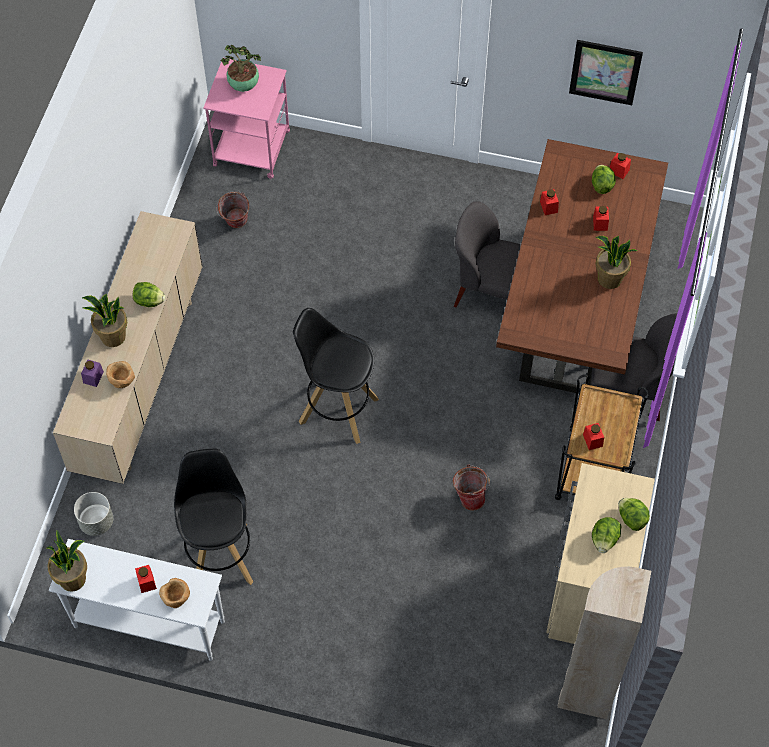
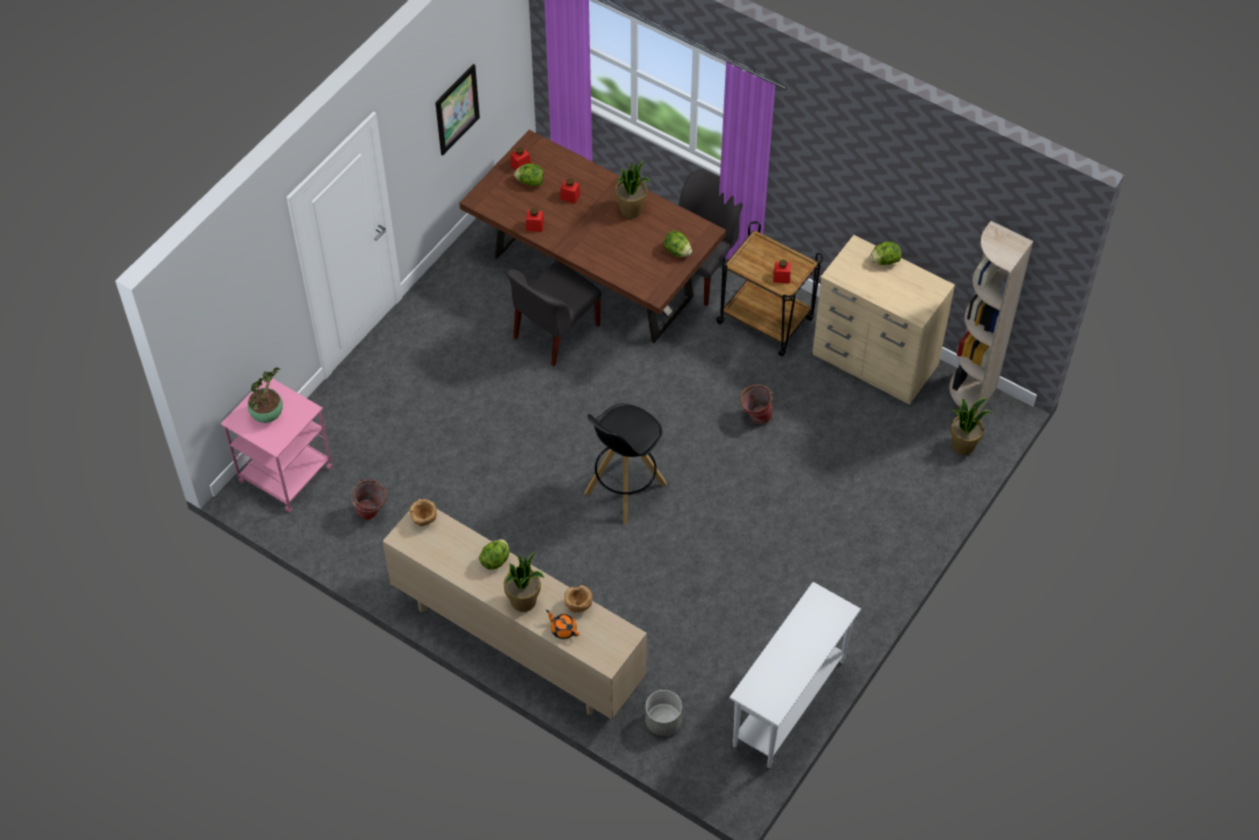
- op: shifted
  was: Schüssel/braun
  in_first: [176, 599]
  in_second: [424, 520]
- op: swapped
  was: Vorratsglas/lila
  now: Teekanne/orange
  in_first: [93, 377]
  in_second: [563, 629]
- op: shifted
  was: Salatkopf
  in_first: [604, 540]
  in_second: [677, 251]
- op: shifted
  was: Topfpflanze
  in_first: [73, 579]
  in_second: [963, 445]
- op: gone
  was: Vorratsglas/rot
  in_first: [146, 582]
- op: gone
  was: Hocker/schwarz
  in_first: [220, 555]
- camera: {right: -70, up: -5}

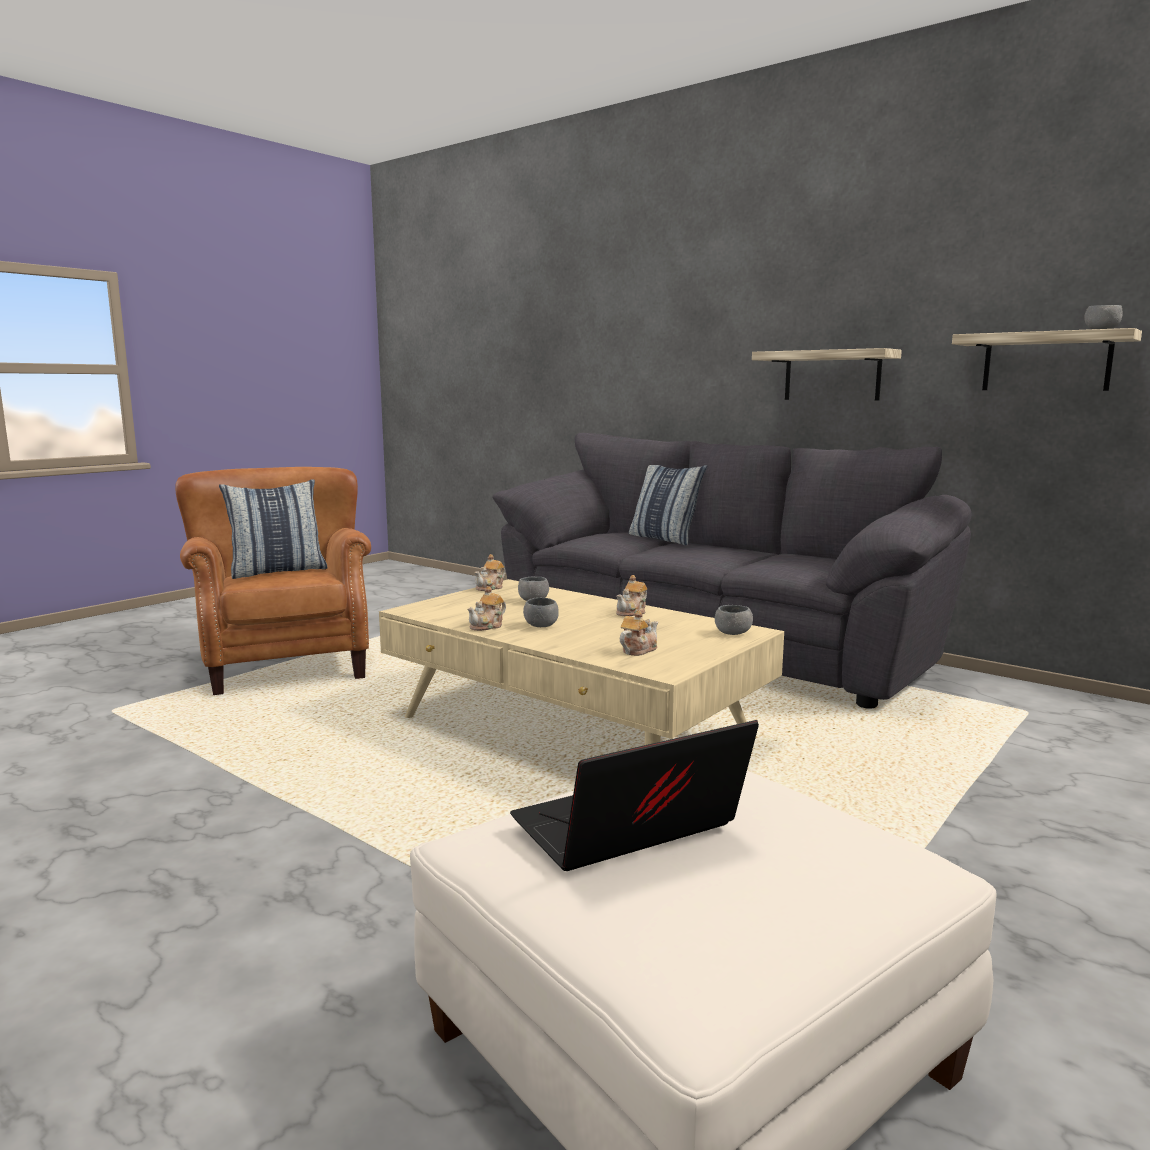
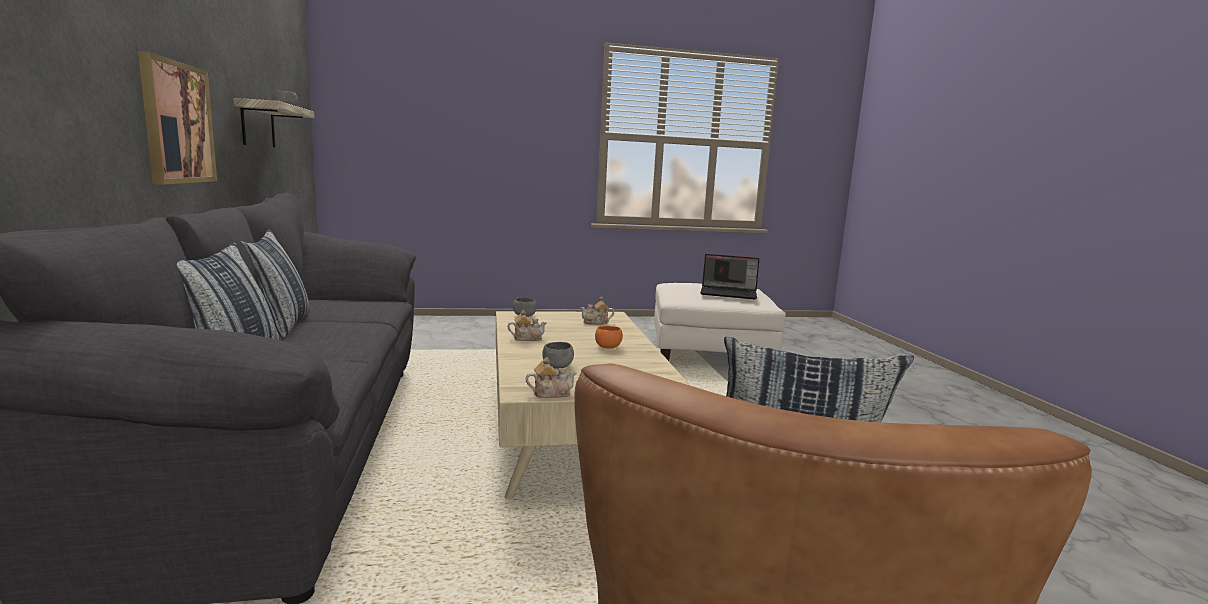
- op: swapped
  was: Wandregal
  now: Bild
  in_first: [832, 375]
  in_second: [177, 123]
- op: new
  now: Kissen
  in_second: [281, 325]
- op: repainted
  was: Schüssel/grau
  now: Schüssel/orange
  in_first: [541, 626]
  in_second: [608, 347]
- op: gone
  was: Teekanne
  in_first: [487, 626]
- camera: {right: -140, up: 0}

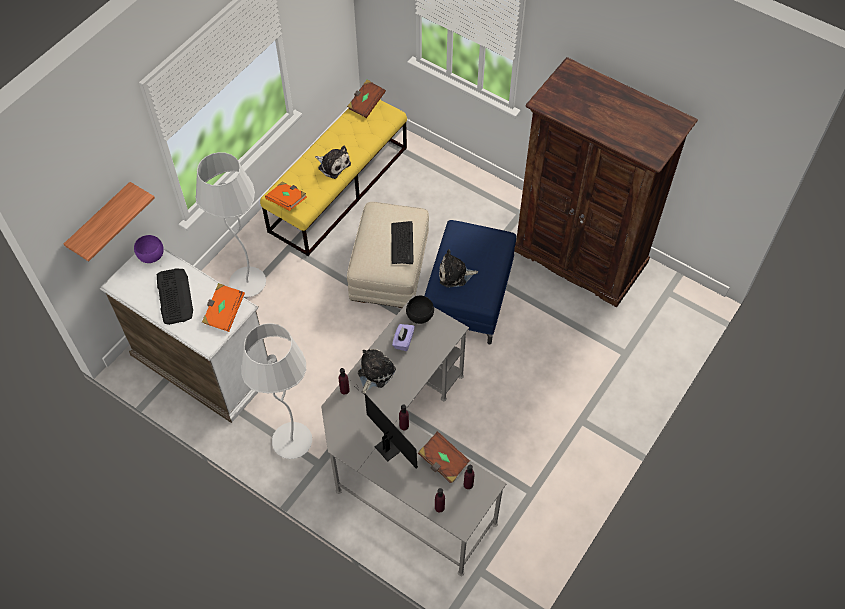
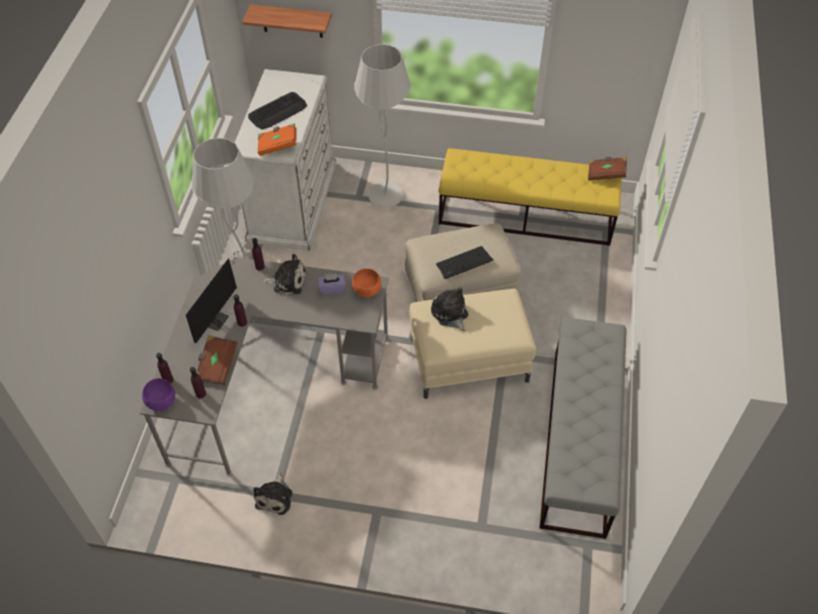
- op: shifted
  was: Schüssel/lila
  in_first: [151, 256]
  in_second: [161, 402]
- op: shifted
  was: Plüschtier
  in_first: [333, 165]
  in_second: [275, 497]
- op: repainted
  was: Schüssel/schwarz
  now: Schüssel/orange
  in_first: [420, 316]
  in_second: [367, 291]
- op: repainted
  was: Polsterhocker/blau
  now: Polsterhocker/beige
  in_first: [469, 297]
  in_second: [468, 360]
- op: swapped
  was: Kleiderschrank/braun
  now: Bank/grau
  in_first: [579, 256]
  in_second: [579, 440]
- op: gone
  was: Buch/orange
  in_first: [287, 200]
- camera: {right: 65, up: -5}

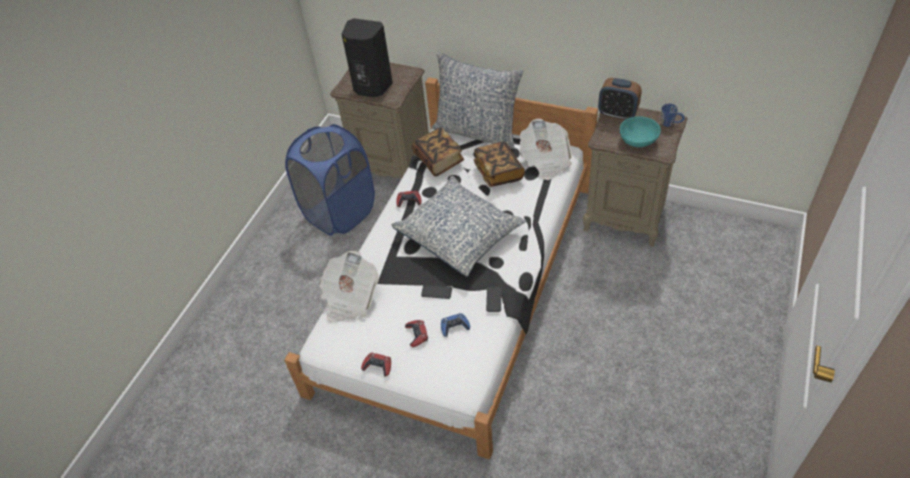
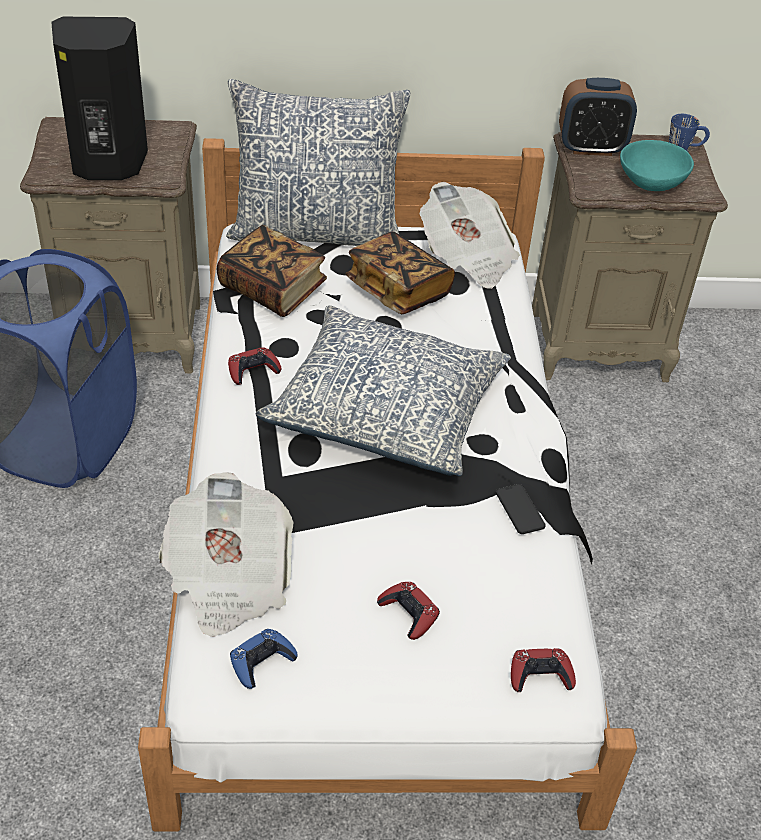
- op: shifted
  was: Gamepad/blau
  in_first: [454, 326]
  in_second: [261, 662]
- op: shifted
  was: Gamepad/rot
  in_first: [378, 366]
  in_second: [540, 675]
- op: gone
  was: Handy
  in_first: [436, 292]
- camera: {right: -30, up: -5}

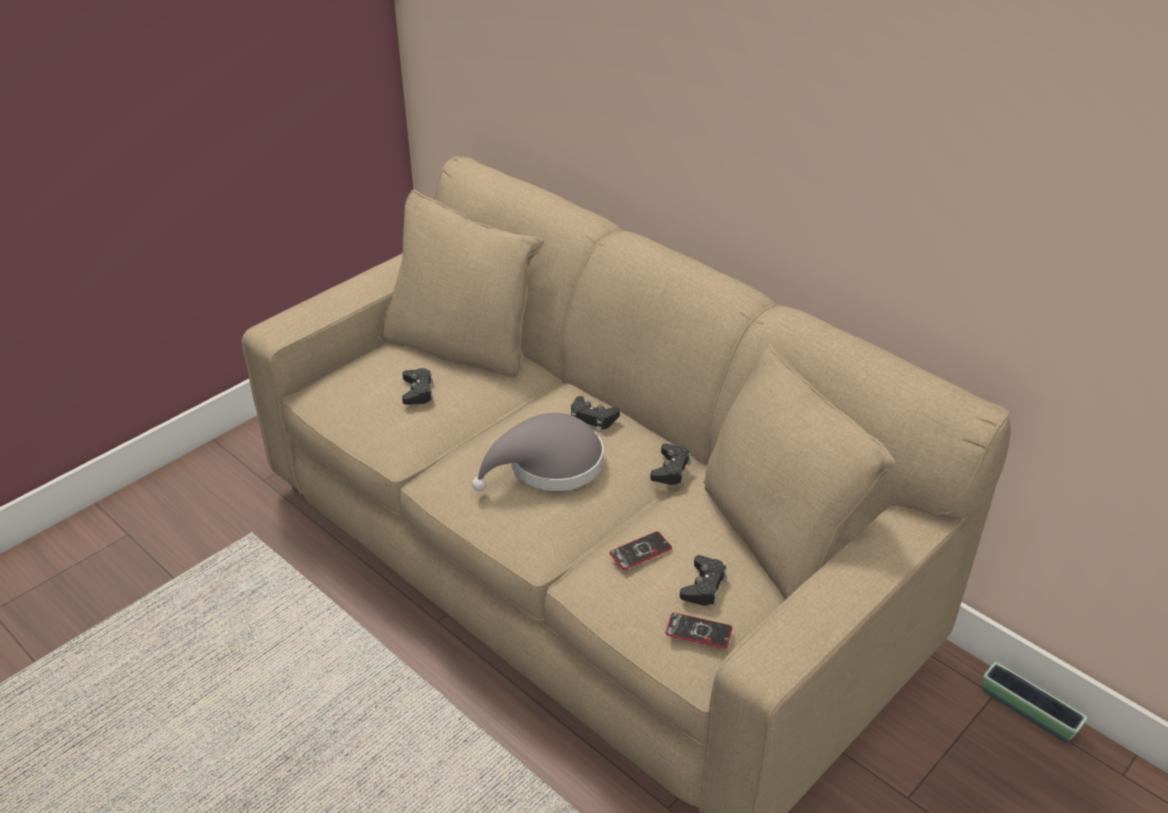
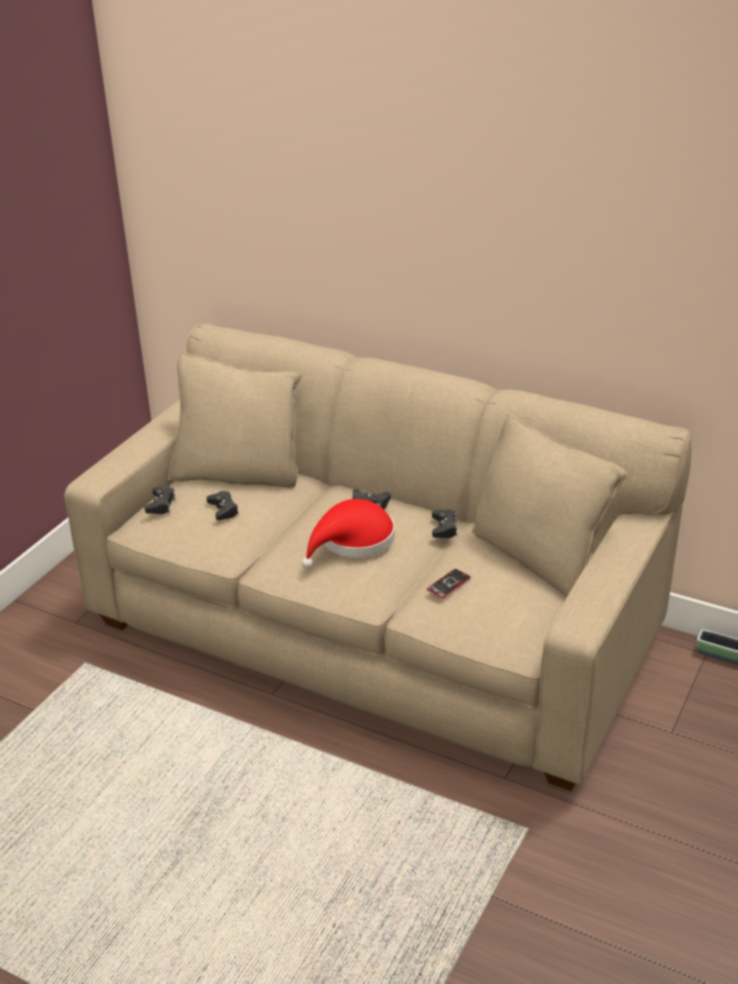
- op: shifted
  was: Gamepad/schwarz
  in_first: [704, 586]
  in_second: [161, 504]
- op: repainted
  was: Hut/grau
  now: Hut/rot
  in_first: [548, 466]
  in_second: [353, 542]
- op: gone
  was: Handy
  in_first: [698, 631]
- camera: {right: -15, up: -5}

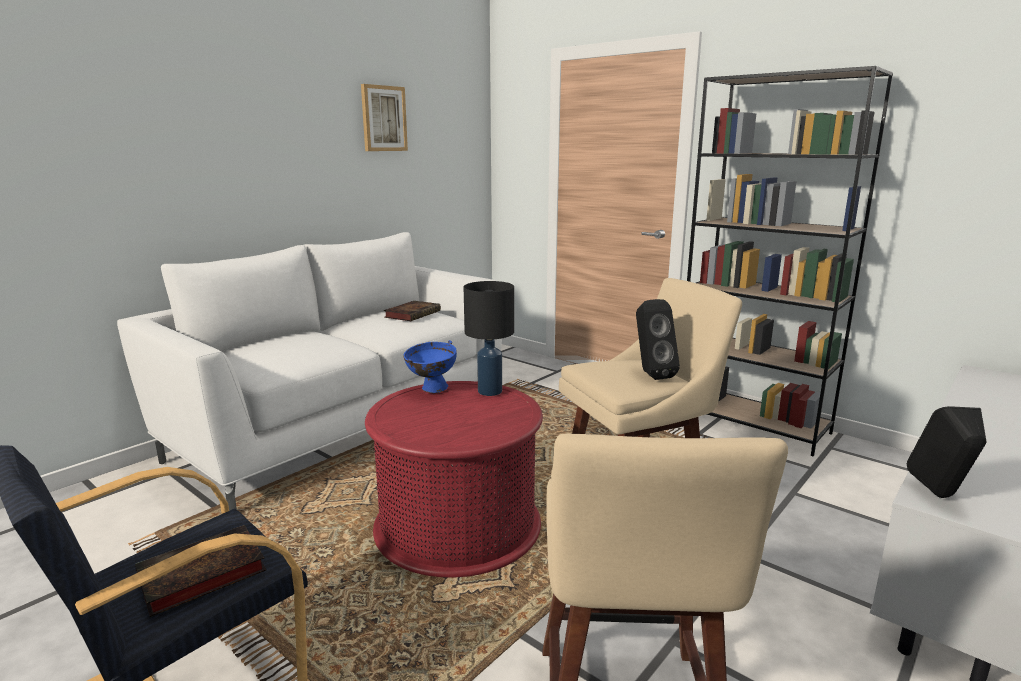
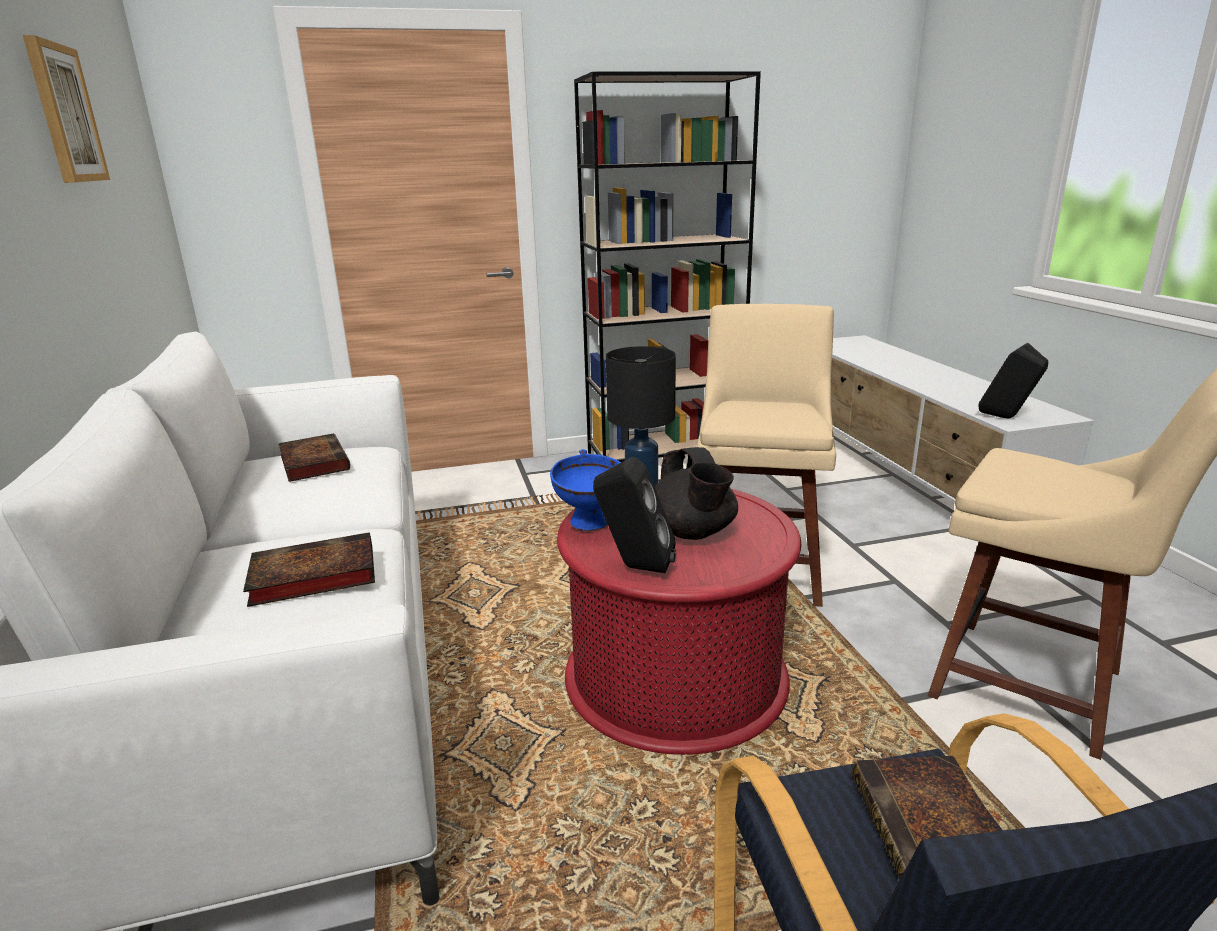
- op: new
  now: Buch
  in_second: [310, 577]
- op: shifted
  was: Lautsprecher/schwarz
  in_first: [650, 374]
  in_second: [635, 567]
- op: new
  now: Teekanne/schwarz
  in_second: [692, 533]
- camera: {right: -55, up: 5}

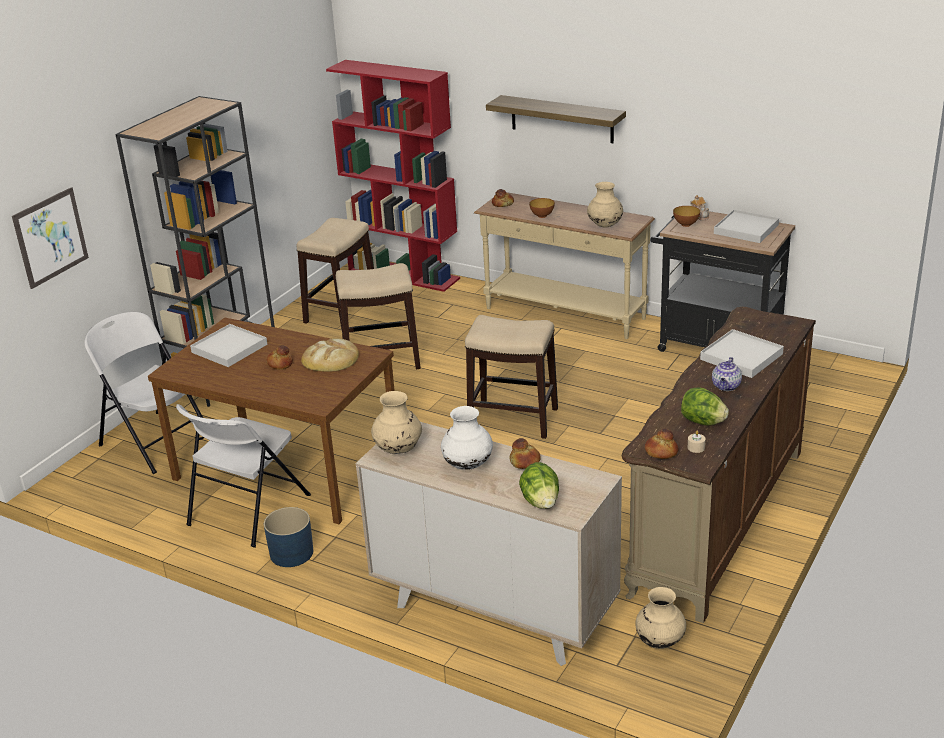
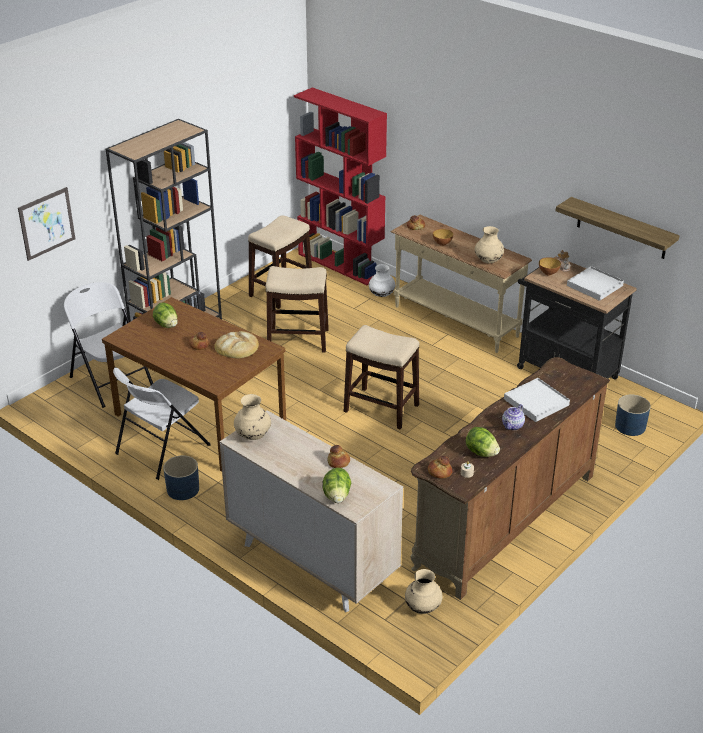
- op: swapped
  was: Tablett/weiß
  now: Salatkopf
  in_first: [229, 348]
  in_second: [166, 325]
- op: shifted
  was: Vase/weiß
  in_first: [468, 465]
  in_second: [381, 295]
- op: shifted
  was: Wandregal
  in_first: [562, 119]
  in_second: [621, 228]
- op: new
  now: Pflanzkübel/blau
  in_second: [630, 426]
- camera: {right: 10, up: 5}

